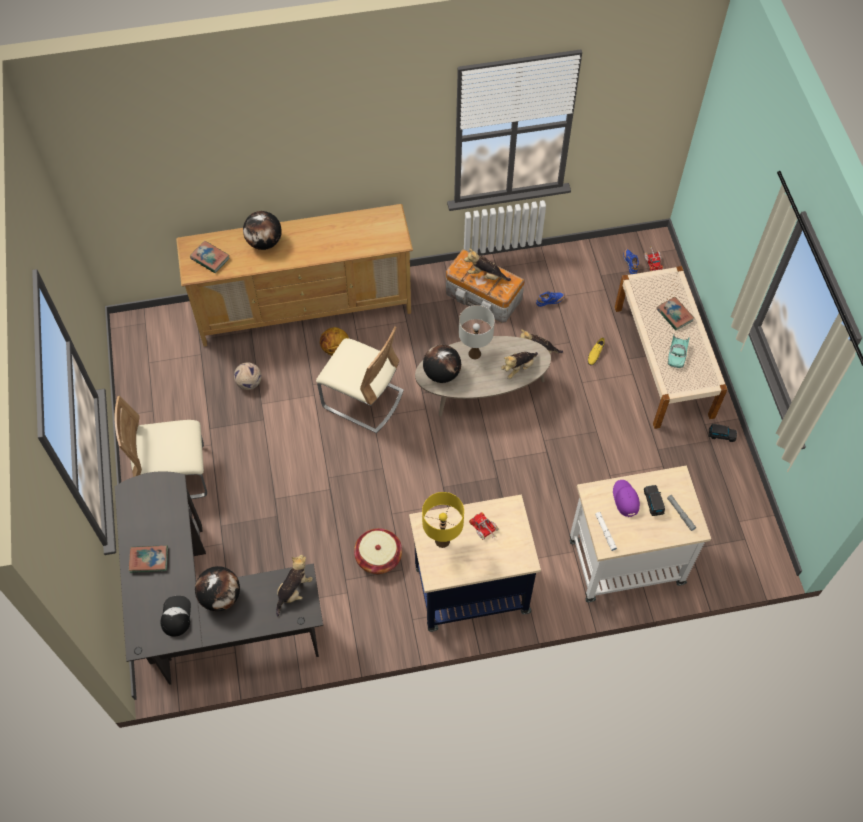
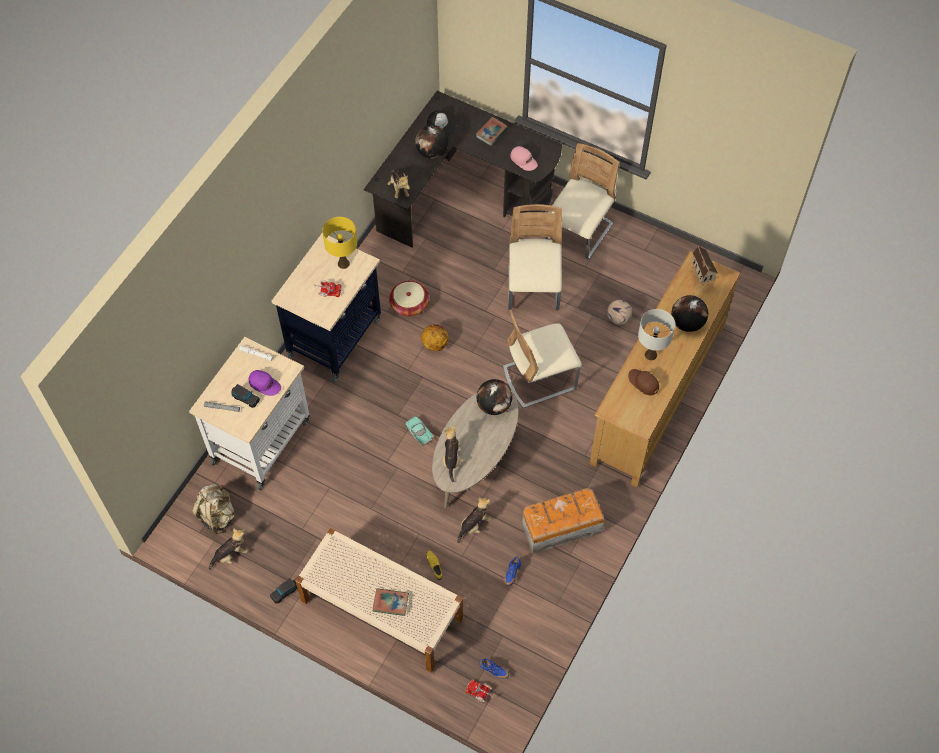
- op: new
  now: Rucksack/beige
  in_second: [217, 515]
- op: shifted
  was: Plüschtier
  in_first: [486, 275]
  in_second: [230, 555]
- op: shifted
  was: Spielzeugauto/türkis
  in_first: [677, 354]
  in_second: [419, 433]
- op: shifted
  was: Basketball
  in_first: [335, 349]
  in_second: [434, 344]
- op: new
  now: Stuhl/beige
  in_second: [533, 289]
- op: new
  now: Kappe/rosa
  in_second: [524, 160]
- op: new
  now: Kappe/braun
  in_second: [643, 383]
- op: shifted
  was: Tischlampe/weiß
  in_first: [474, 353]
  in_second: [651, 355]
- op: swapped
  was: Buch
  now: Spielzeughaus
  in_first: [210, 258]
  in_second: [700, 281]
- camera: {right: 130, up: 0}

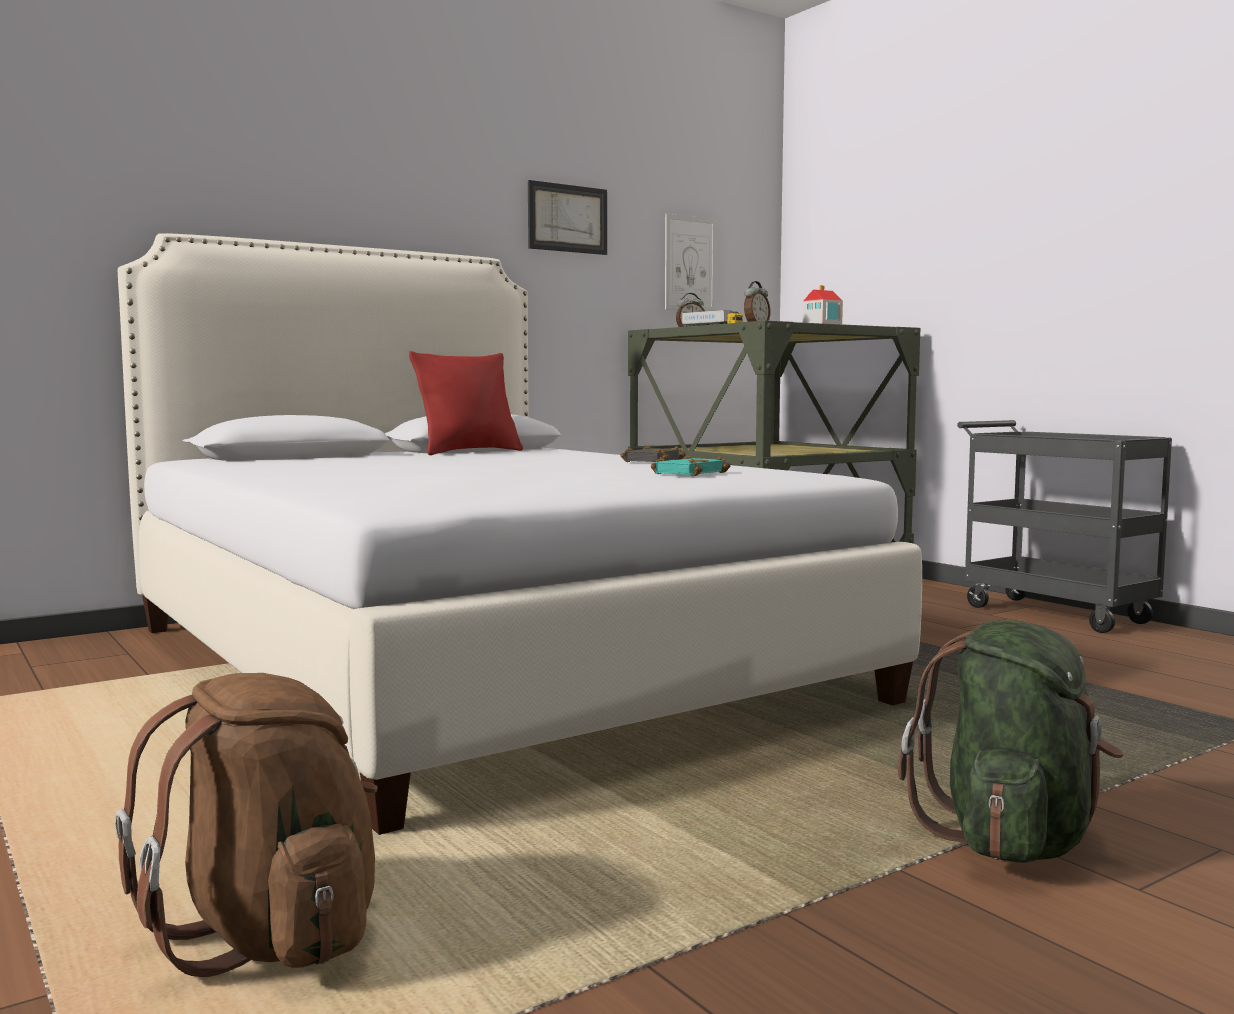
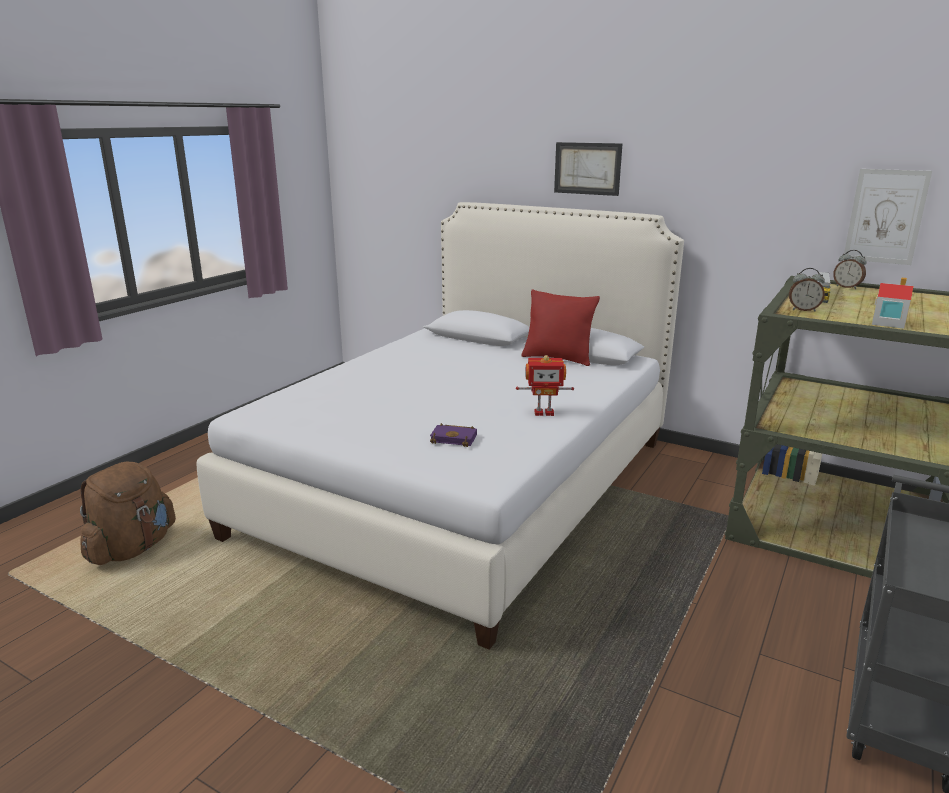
- op: repainted
  was: Buch/türkis
  now: Buch/lila
  in_first: [689, 473]
  in_second: [455, 438]
- op: swapped
  was: Buch/schwarz
  now: Spielzeugroboter
  in_first: [651, 461]
  in_second: [544, 412]
- op: shifted
  was: Bild
  in_first: [567, 218]
  in_second: [587, 168]
- op: gone
  was: Rucksack/grün
  in_first: [1012, 840]
- camera: {right: 65, up: 15}

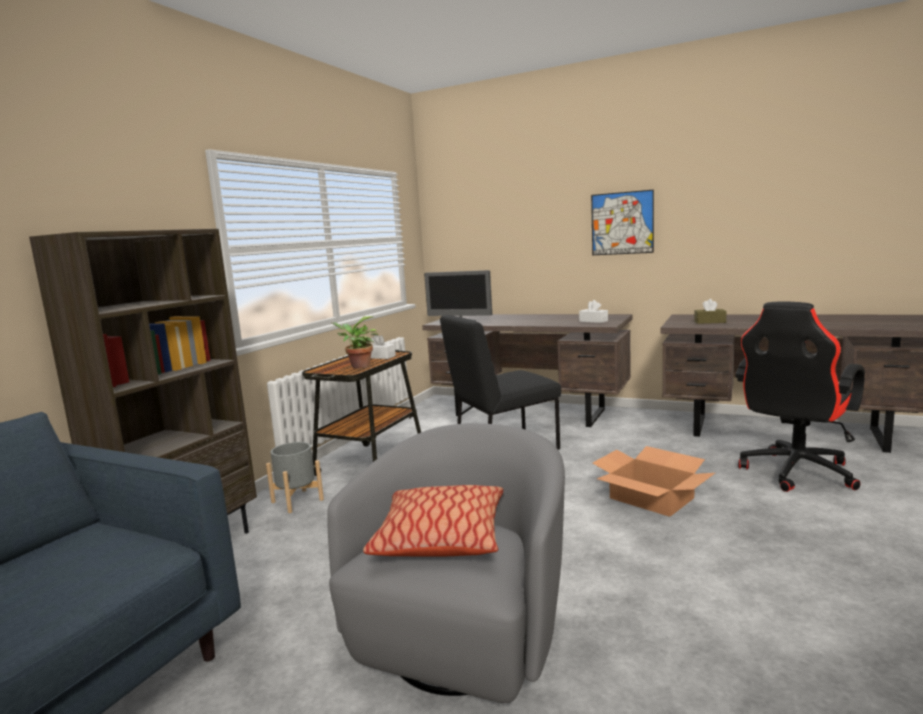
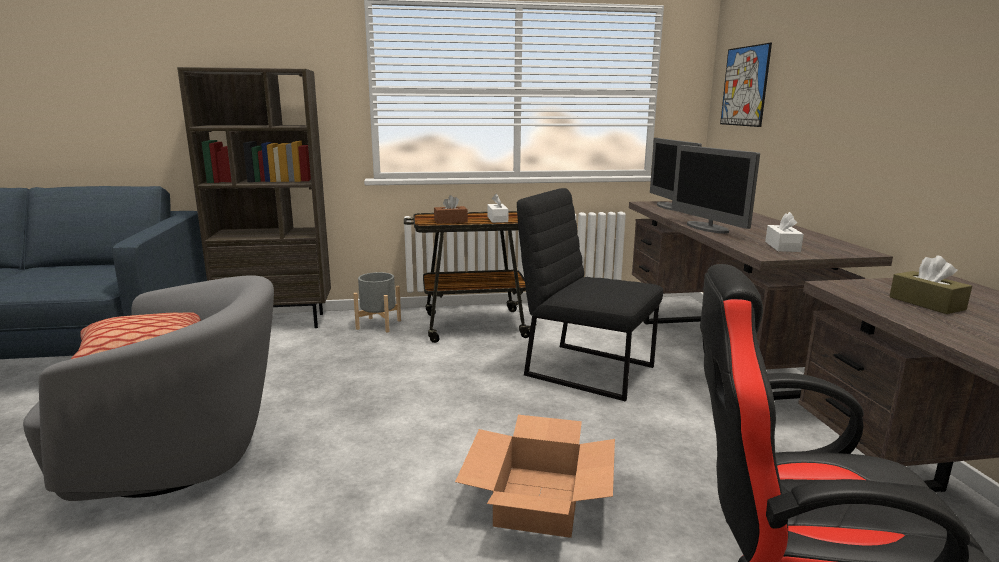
- op: swapped
  was: Topfpflanze
  now: Taschentuchbox/braun
  in_first: [358, 367]
  in_second: [450, 221]
- op: new
  now: Monitor
  in_second: [707, 228]
- op: shifted
  was: Bild
  in_first: [622, 223]
  in_second: [745, 86]
- camera: {right: 55, up: 5}

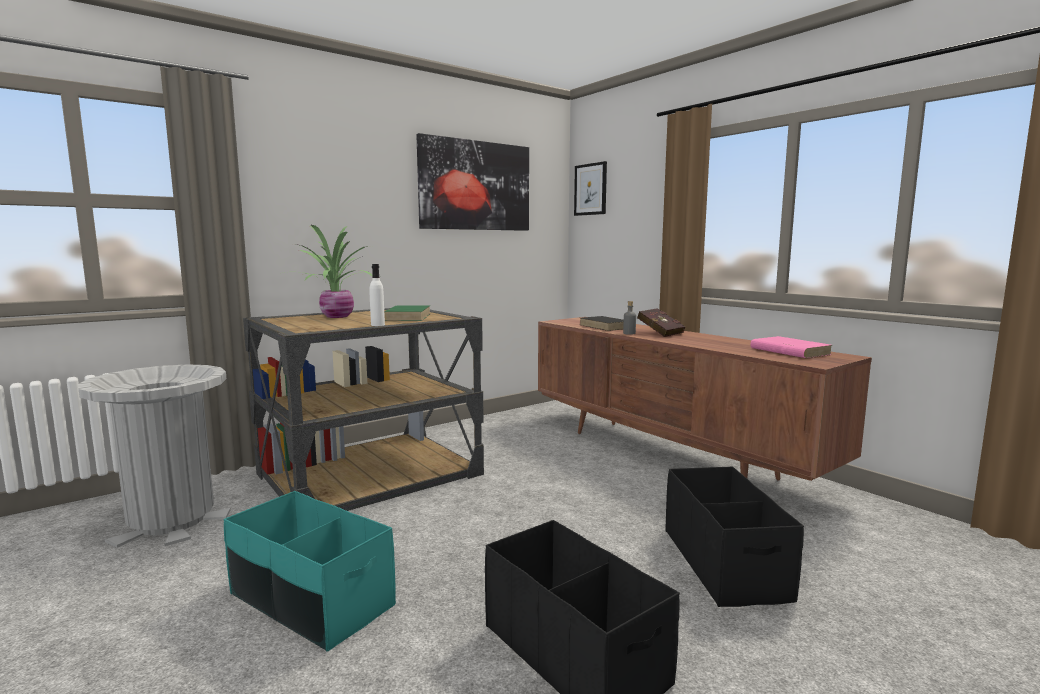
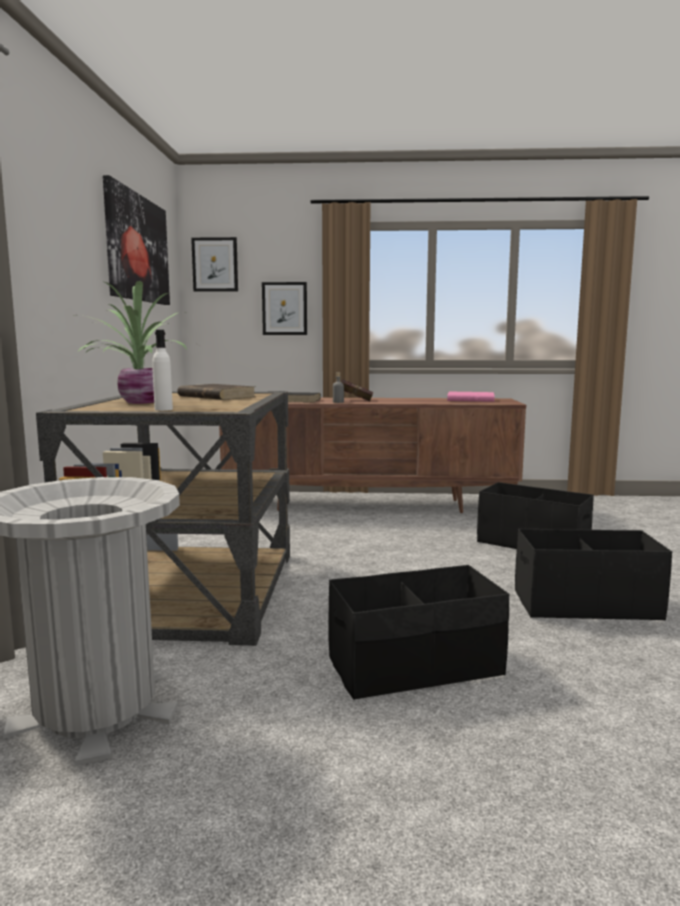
- op: shifted
  was: Flasche/weiß
  in_first: [377, 325]
  in_second: [163, 409]
- op: repainted
  was: Buch/grün
  now: Buch/braun
  in_first: [406, 317]
  in_second: [216, 396]
- op: new
  now: Bild
  in_second: [284, 308]
- op: repainted
  was: Aufbewahrungsbox/türkis
  now: Aufbewahrungsbox/schwarz
  in_first: [311, 600]
  in_second: [415, 667]
- camera: {right: -50, up: 0}

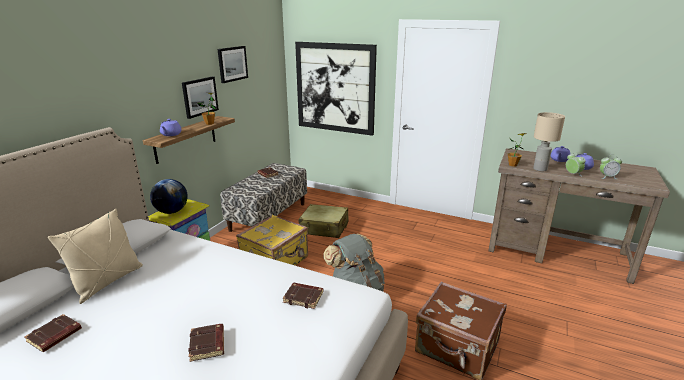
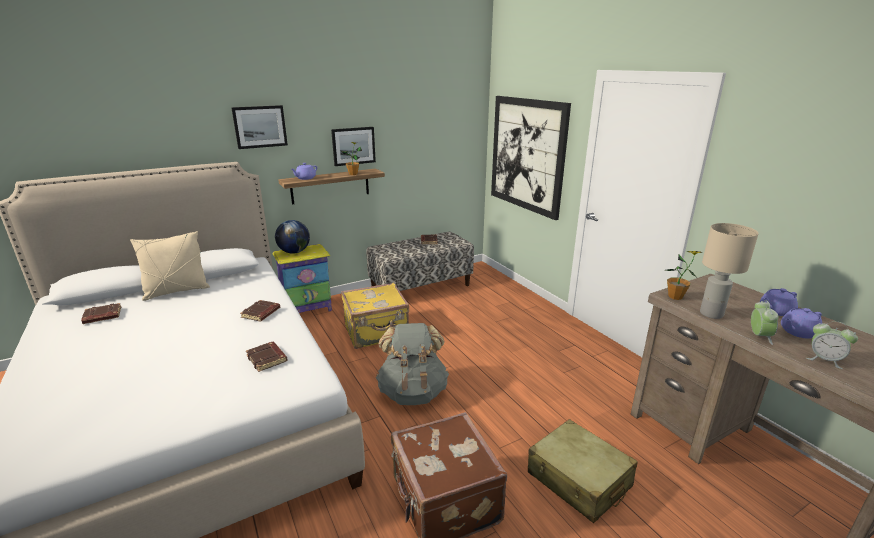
- op: shifted
  was: Bild
  in_first: [232, 64]
  in_second: [260, 126]
- op: shifted
  was: Buch/braun
  in_first: [208, 345]
  in_second: [261, 313]
- op: shifted
  was: Koffer/beige
  in_first: [324, 228]
  in_second: [578, 480]
- camera: {right: 35, up: 0}

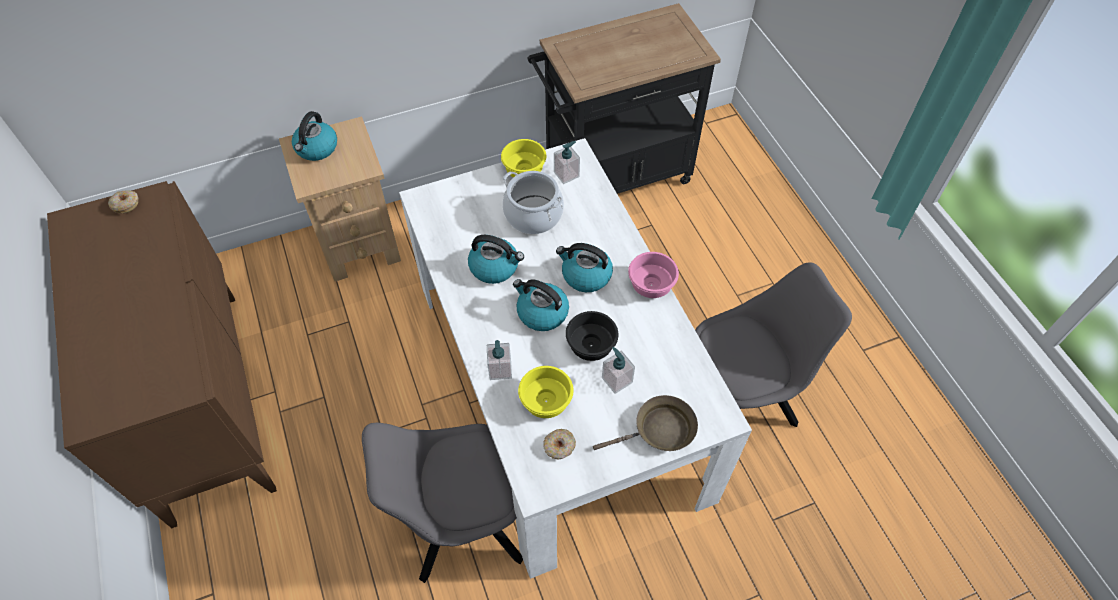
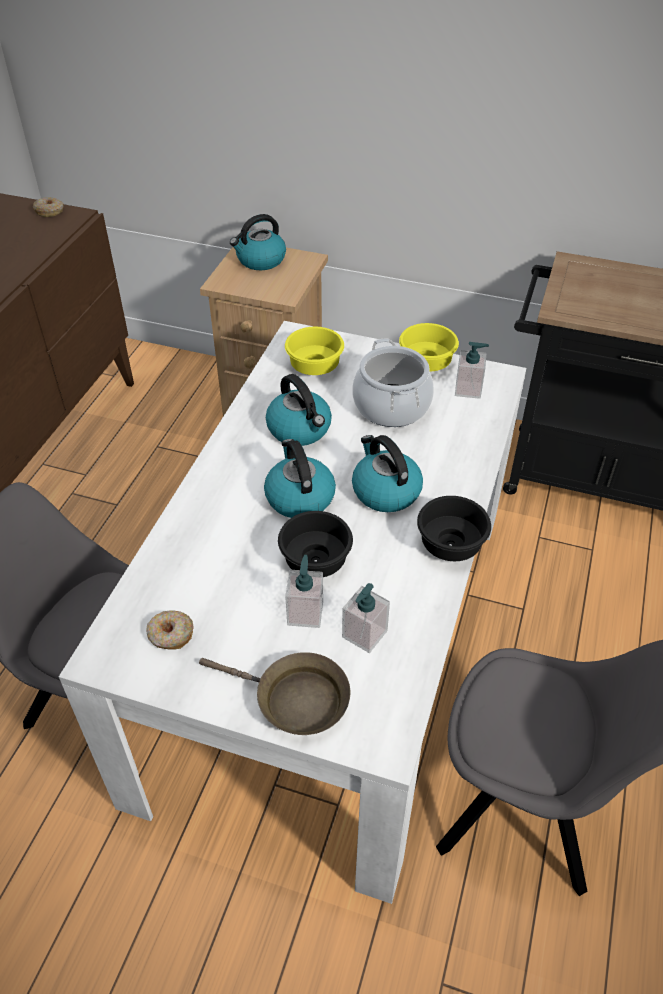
- op: shifted
  was: Schüssel/gelb
  in_first: [547, 402]
  in_second: [314, 368]
- op: shifted
  was: Seifenspender
  in_first: [500, 370]
  in_second: [364, 634]
- op: repainted
  was: Schüssel/rosa
  now: Schüssel/schwarz
  in_first: [651, 286]
  in_second: [449, 546]
- camera: {right: 40, up: -10}

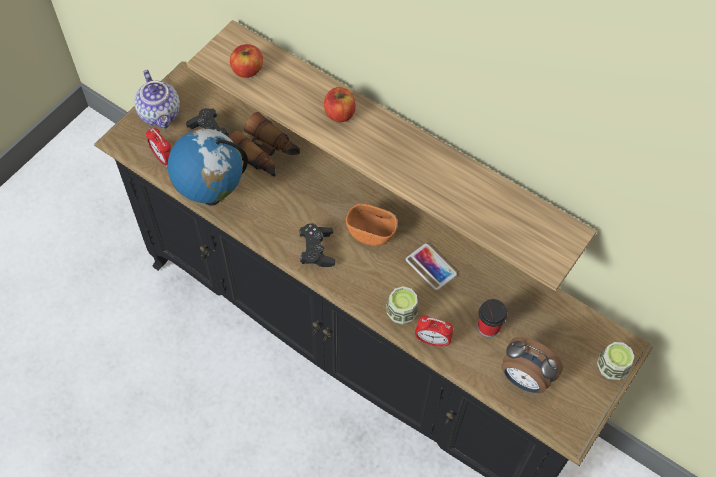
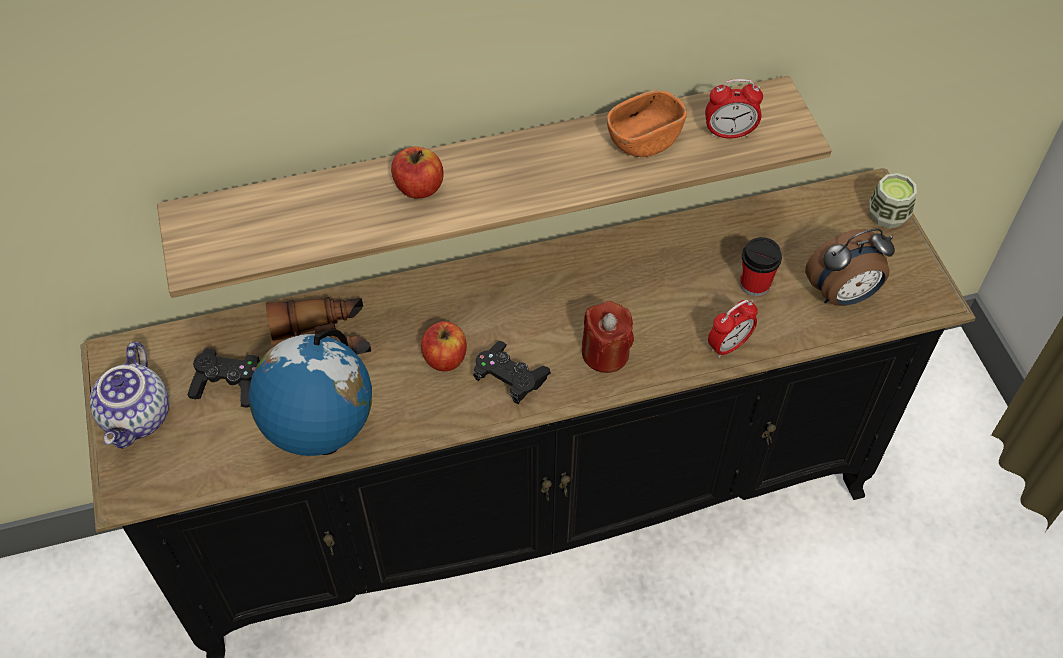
- op: rotated
  was: Teekanne
  in_first: [161, 114]
  in_second: [139, 418]
  clockwise: 75
- op: shifted
  was: Apfel
  in_first: [247, 70]
  in_second: [445, 358]
- op: new
  now: Kerze/rot
  in_second: [605, 353]
- op: shifted
  was: Schüssel/orange
  in_first: [371, 232]
  in_second: [643, 140]
- op: shifted
  was: Wecker
  in_first: [163, 158]
  in_second: [729, 133]
- op: gone
  was: Tasse
  in_first: [401, 313]
- op: gone
  was: Handy
  in_first: [431, 267]
- camera: {right: -50, up: -5}

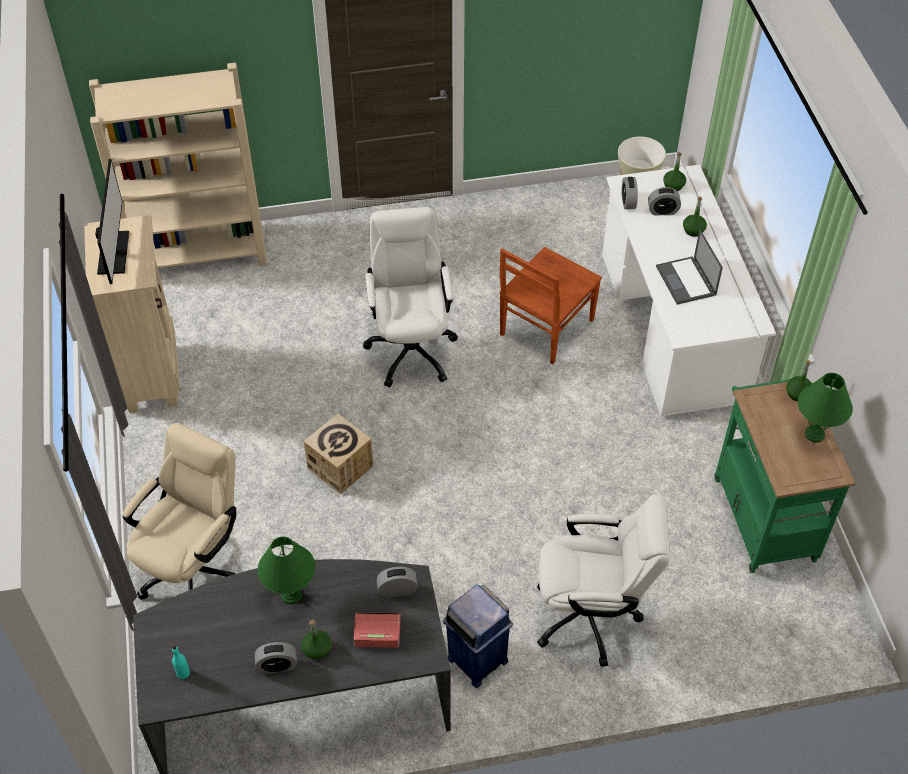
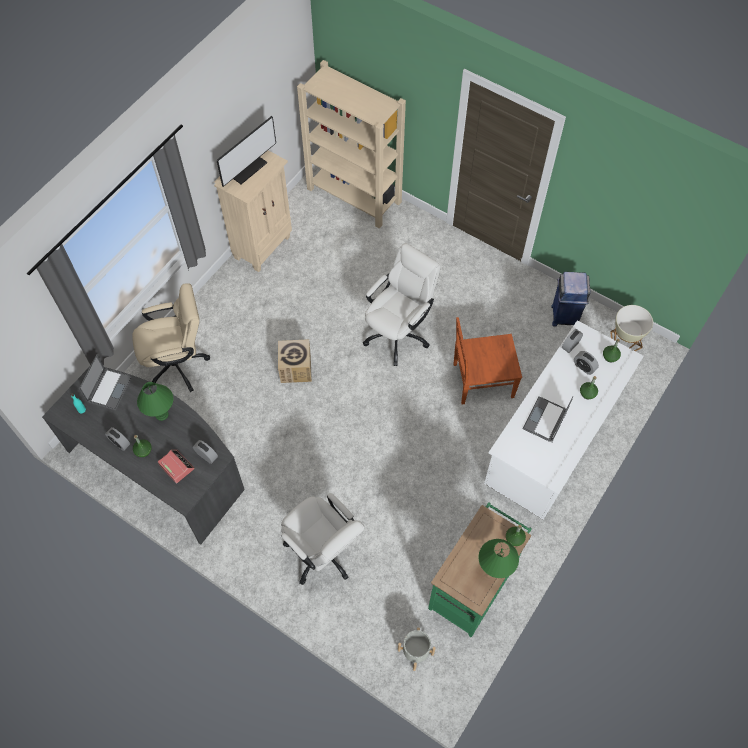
- op: new
  now: Laptop
  in_second: [109, 388]
- op: new
  now: Pflanzkübel/grau
  in_second: [415, 652]
- op: shifted
  was: Mülleimer/blau
  in_first: [477, 659]
  in_second: [564, 315]
- camera: {right: 45, up: 10}

